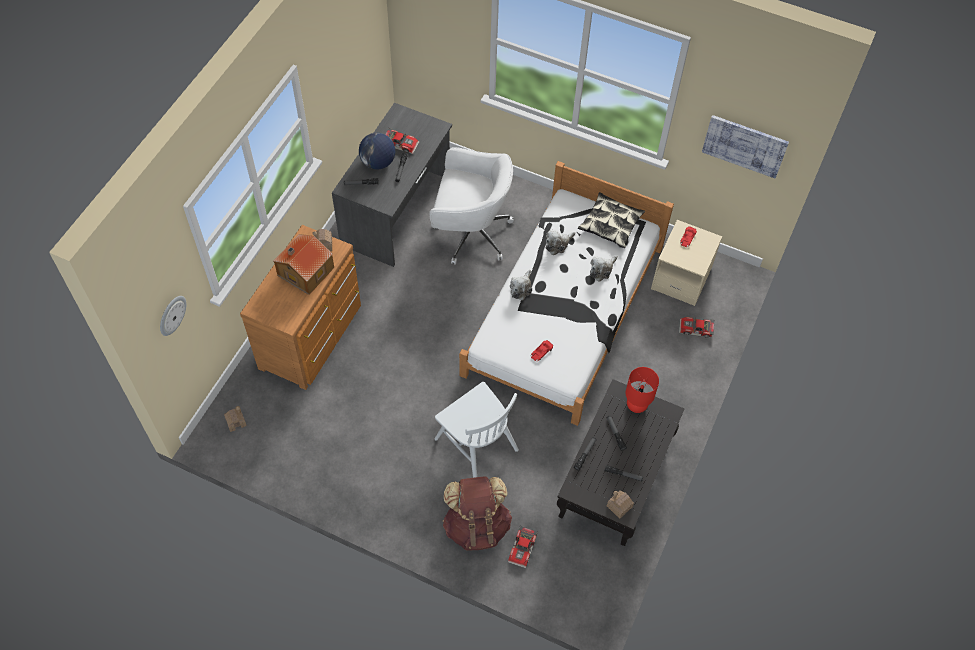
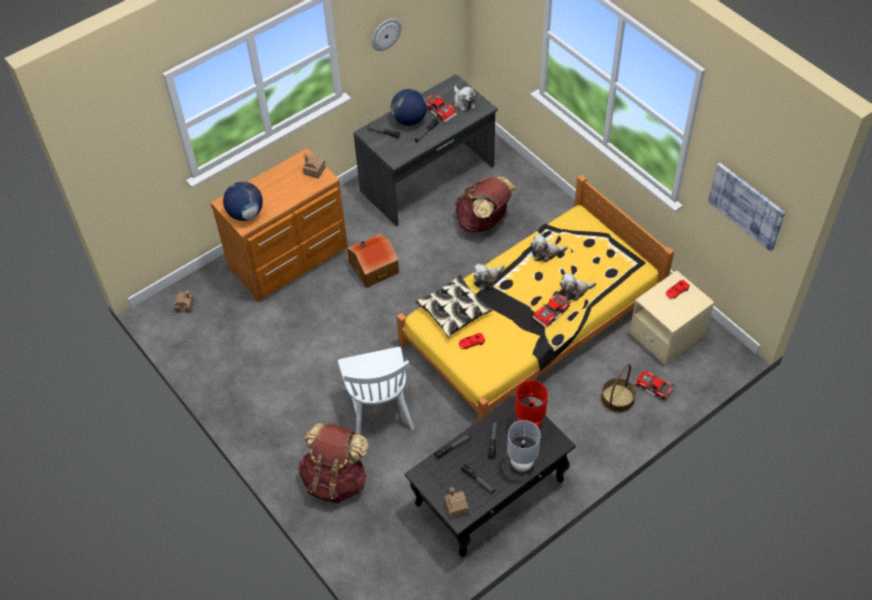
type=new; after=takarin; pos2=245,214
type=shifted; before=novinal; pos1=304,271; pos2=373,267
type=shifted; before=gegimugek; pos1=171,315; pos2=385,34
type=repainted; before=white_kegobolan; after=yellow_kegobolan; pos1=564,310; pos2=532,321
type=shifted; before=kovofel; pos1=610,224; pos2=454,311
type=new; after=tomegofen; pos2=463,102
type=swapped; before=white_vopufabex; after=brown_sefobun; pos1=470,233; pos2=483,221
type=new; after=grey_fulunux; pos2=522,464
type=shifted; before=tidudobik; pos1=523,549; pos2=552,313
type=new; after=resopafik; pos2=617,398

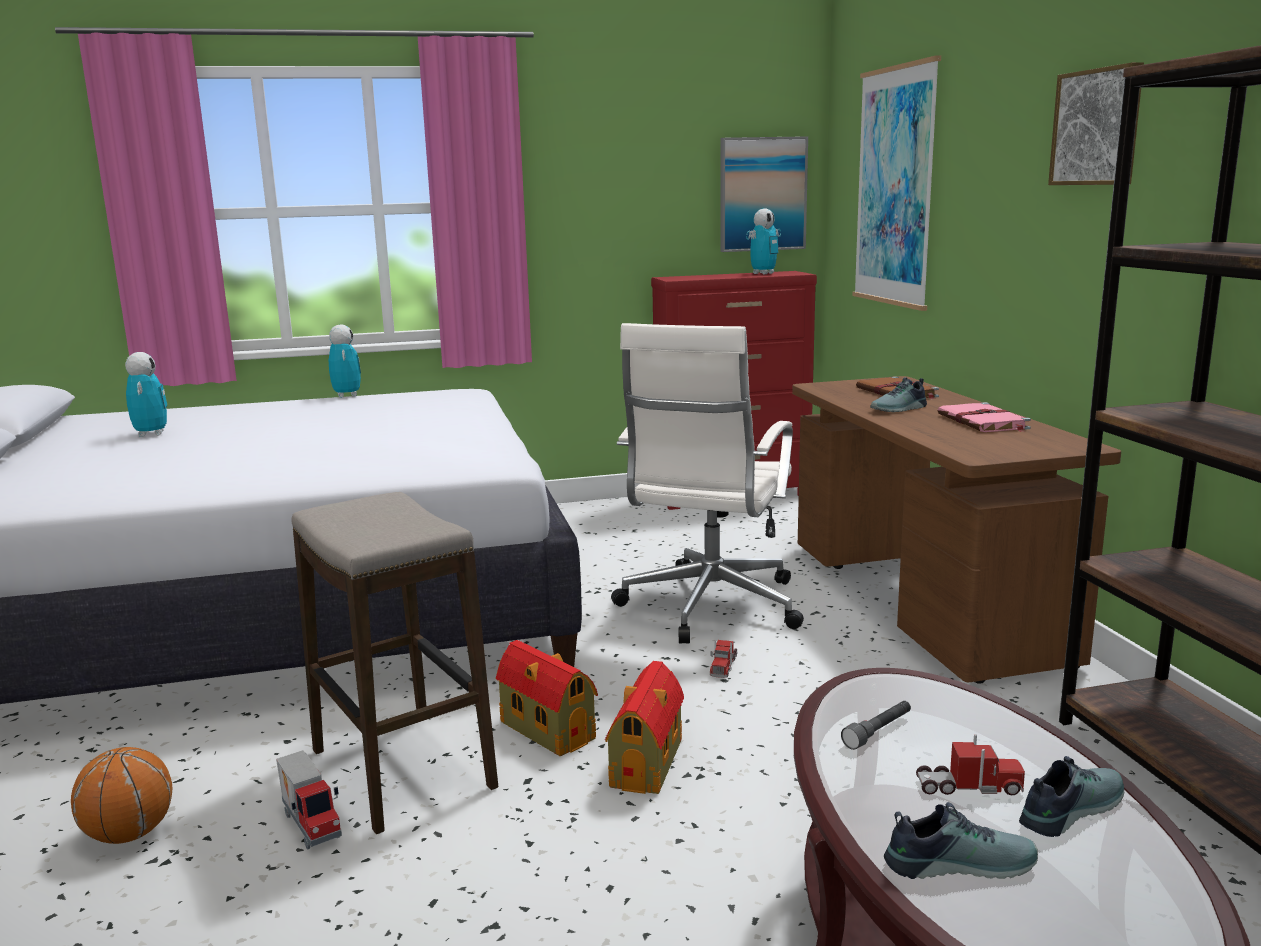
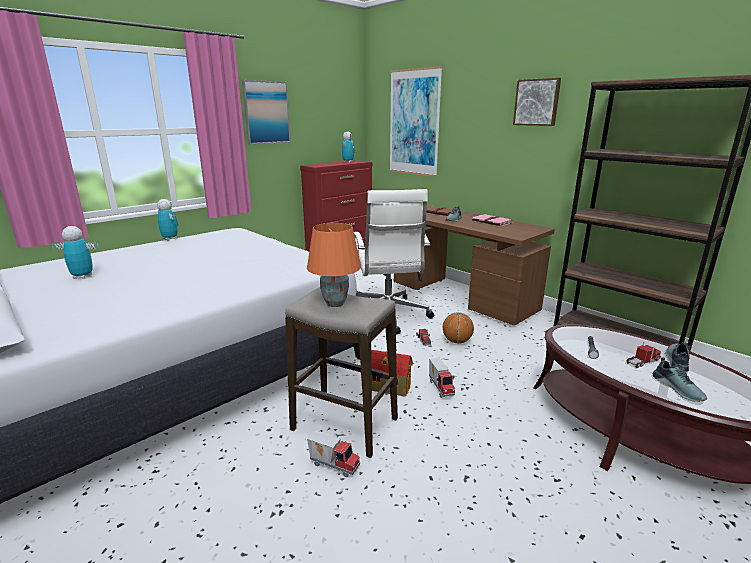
type=rotated; before=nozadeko; pos1=151,434; pos2=82,276; turn=-45
type=shifted; before=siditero; pos1=762,194; pos2=266,112
type=new; after=orange_fulunux; pos2=335,304
type=swapped; before=novinal; after=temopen; pos1=647,761; pos2=441,388
type=shifted; before=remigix; pos1=129,835; pos2=457,341
type=rotated; before=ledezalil; pos1=957,862; pos2=679,388; turn=105

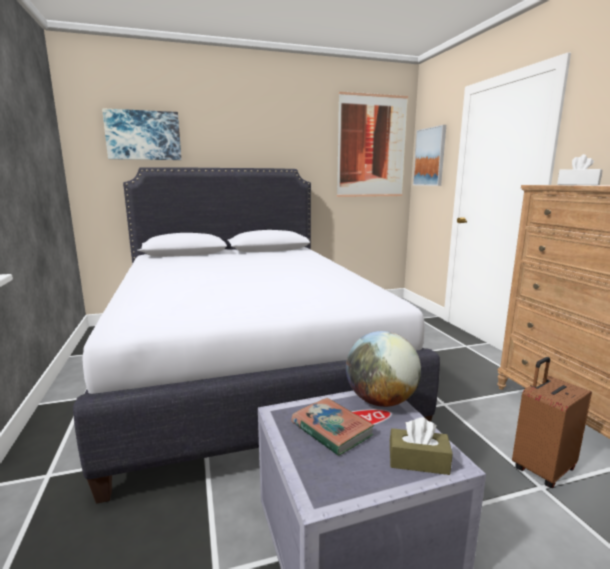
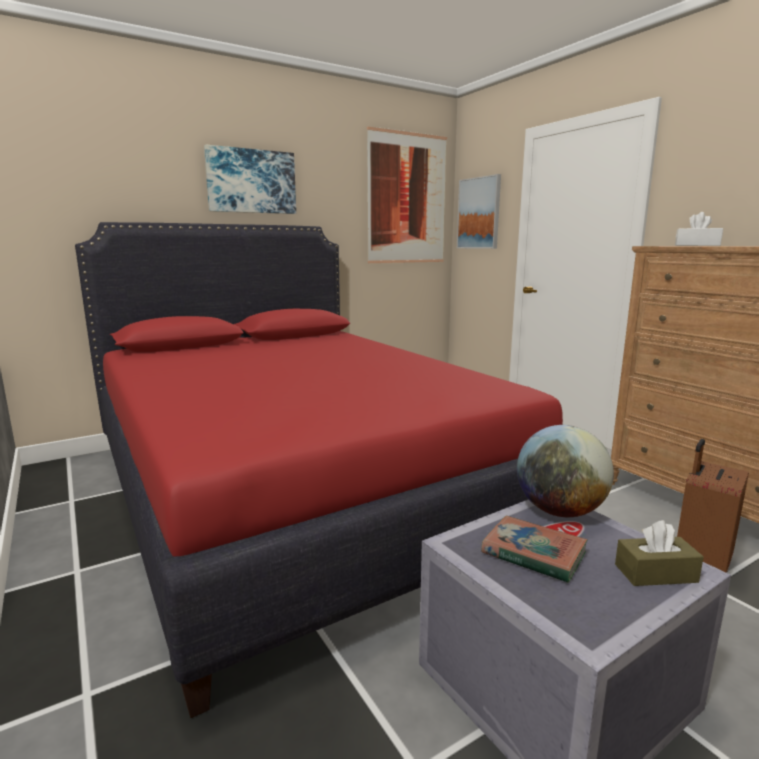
type=repainted; before=white_kegobolan; after=red_kegobolan; pos1=245,364; pos2=295,492
type=shifted; before=siditero; pos1=143,135; pos2=251,181

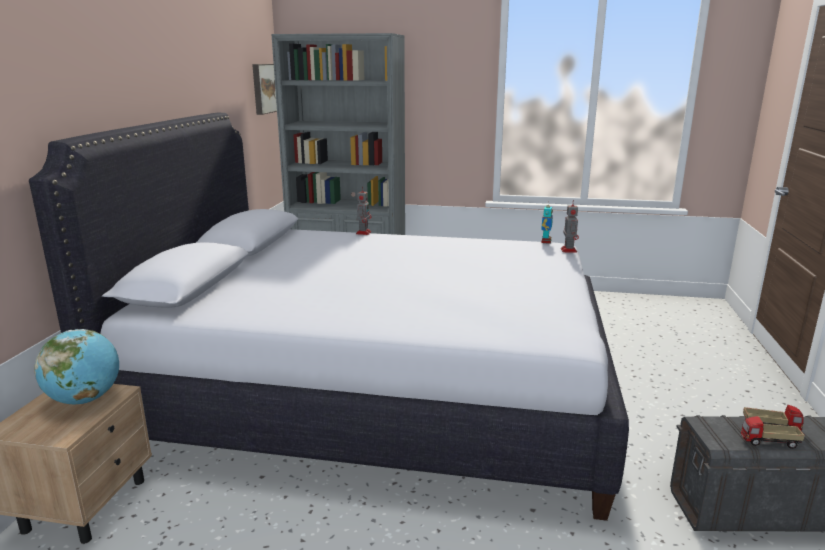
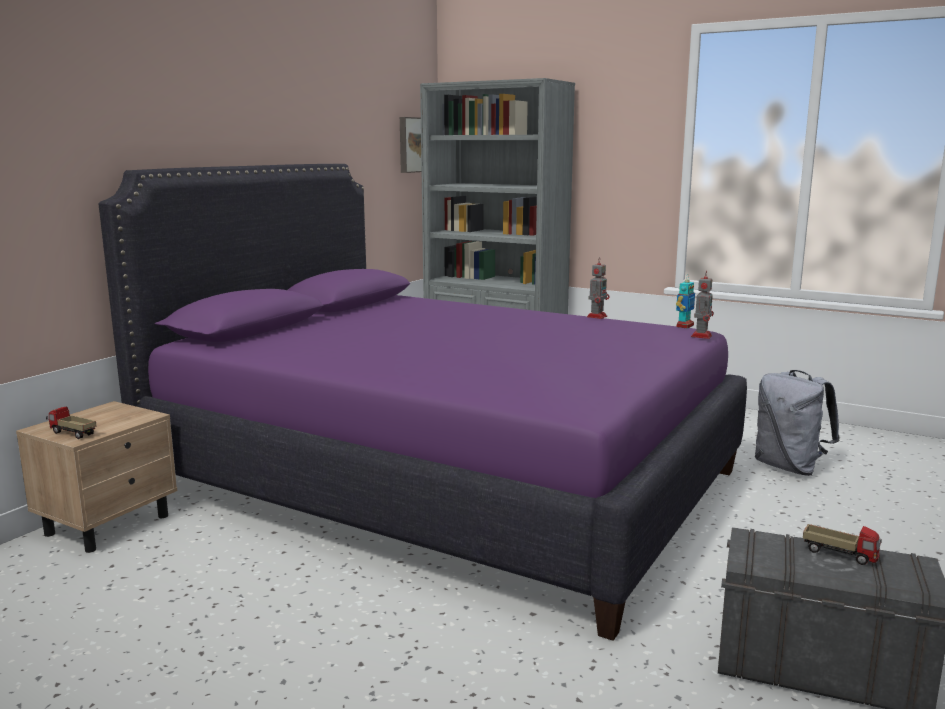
type=shifted; before=temopen; pos1=769,443; pos2=72,434
type=repainted; before=white_kegobolan; after=purple_kegobolan; pos1=376,393; pos2=444,482
type=shifted; before=nozadeko; pos1=364,232; pos2=597,316
type=new; after=grey_sefobun; pos2=789,467
type=gone; before=takarin; pos1=85,399

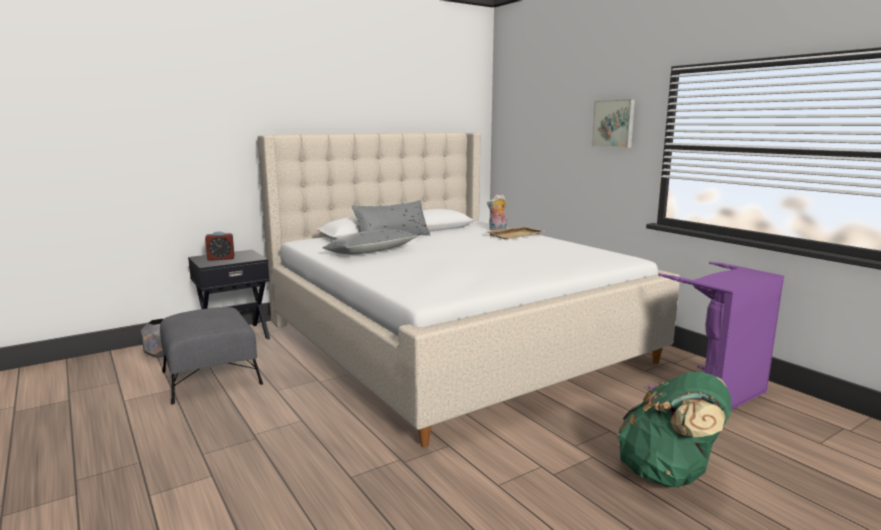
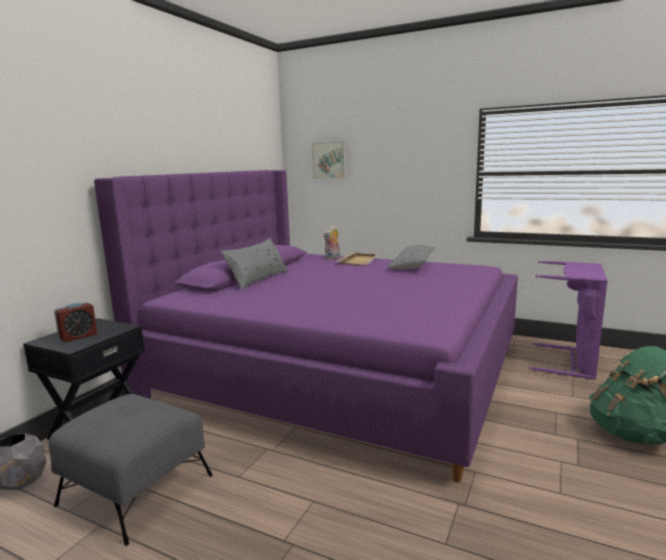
type=repainted; before=beige_kegobolan; after=purple_kegobolan; pos1=451,340; pos2=337,369
type=shifted; before=siditero; pos1=614,123; pos2=329,160
type=shifted; before=grey_kovofel; pos1=371,252; pos2=412,265

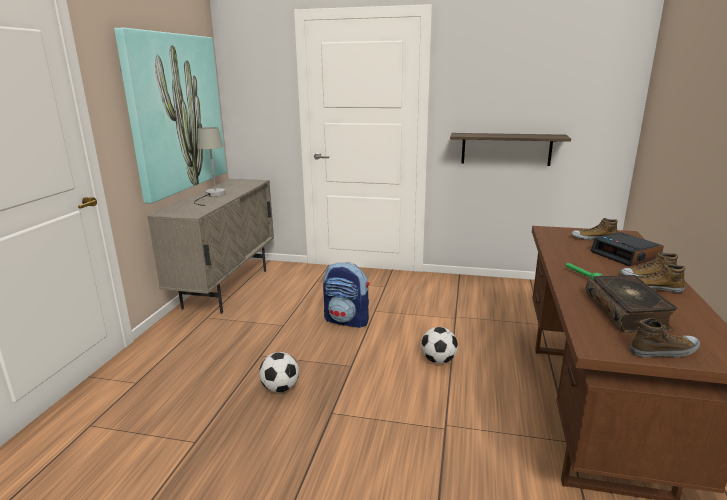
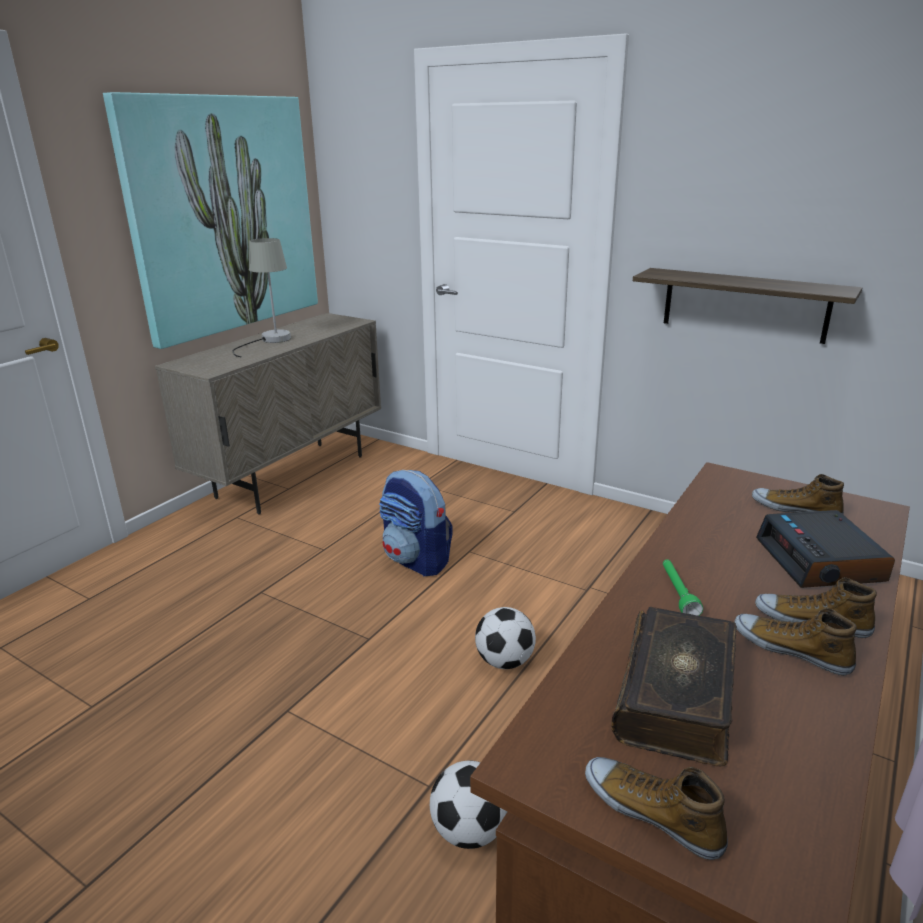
type=shifted; before=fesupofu; pos1=280,388; pos2=469,830
type=rotated; before=ledezalil; pos1=664,351; pos2=652,812; turn=-150

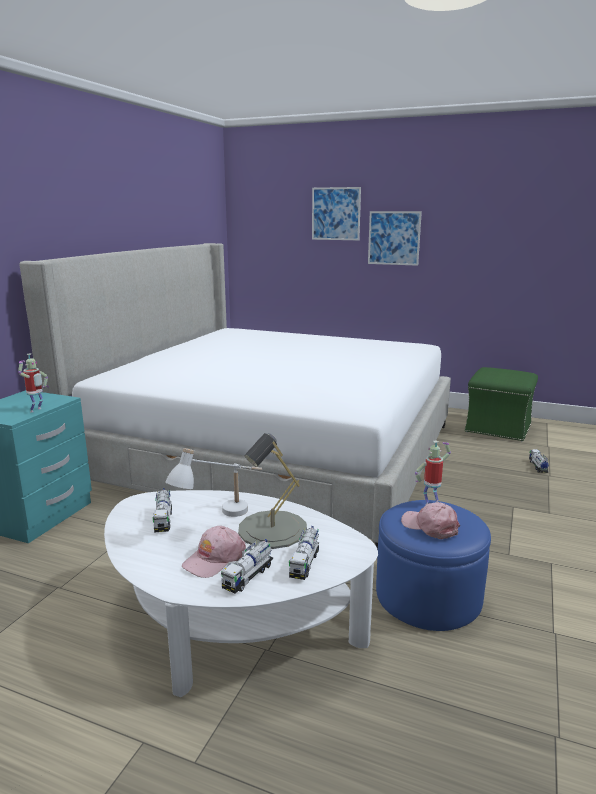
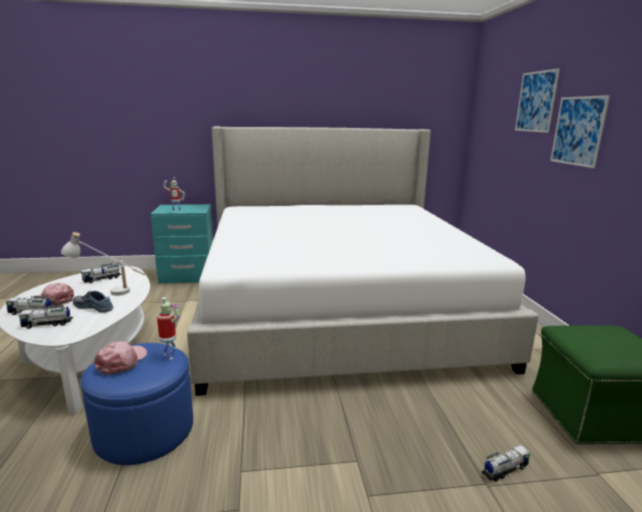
type=swapped; before=grey_fulunux; after=ledezalil; pos1=272,529; pos2=94,307

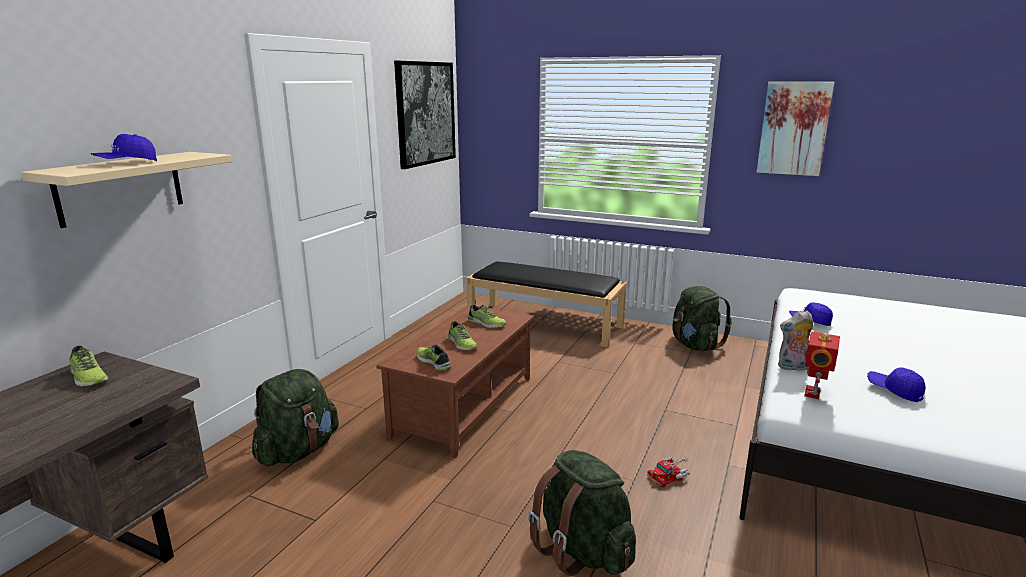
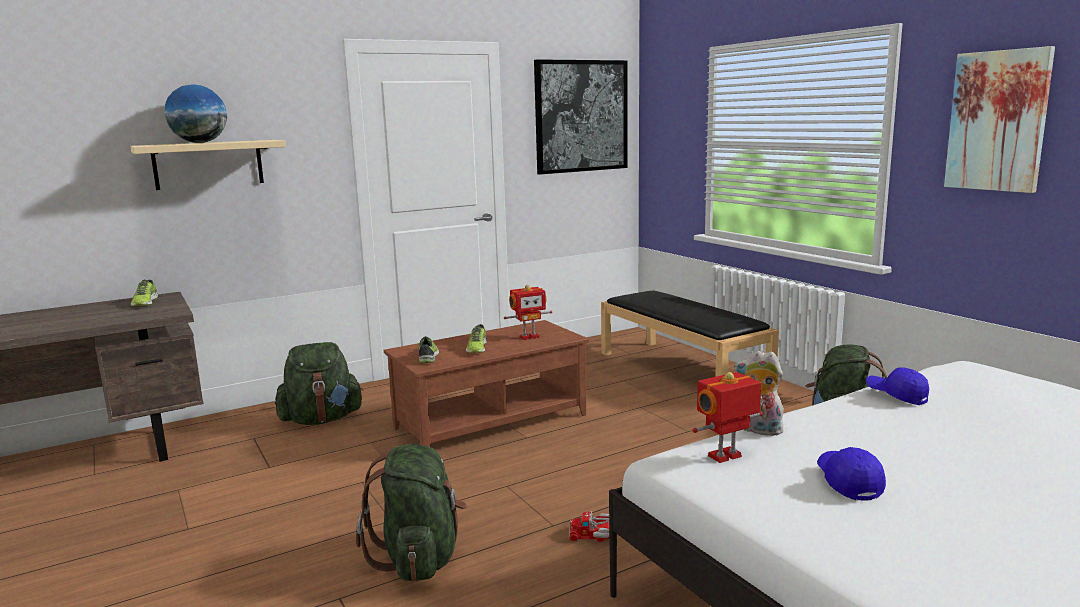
type=swapped; before=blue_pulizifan; after=takarin; pos1=127,163; pos2=200,143
type=swapped; before=ledezalil; after=nozadeko; pos1=486,323; pos2=529,337

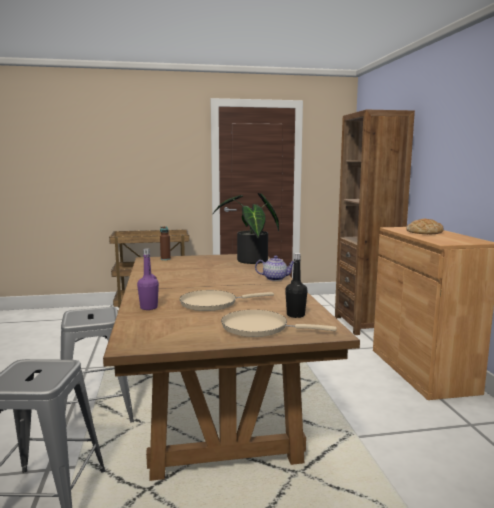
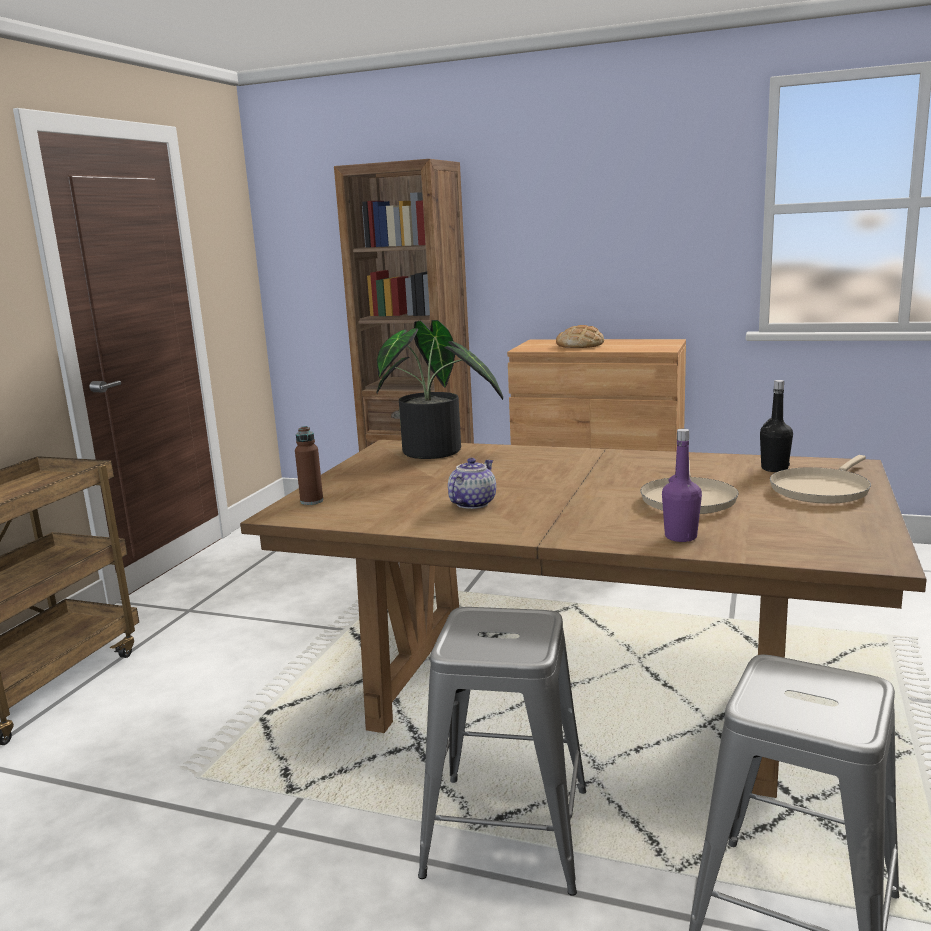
type=shifted; before=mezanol; pos1=275,278; pos2=472,503

